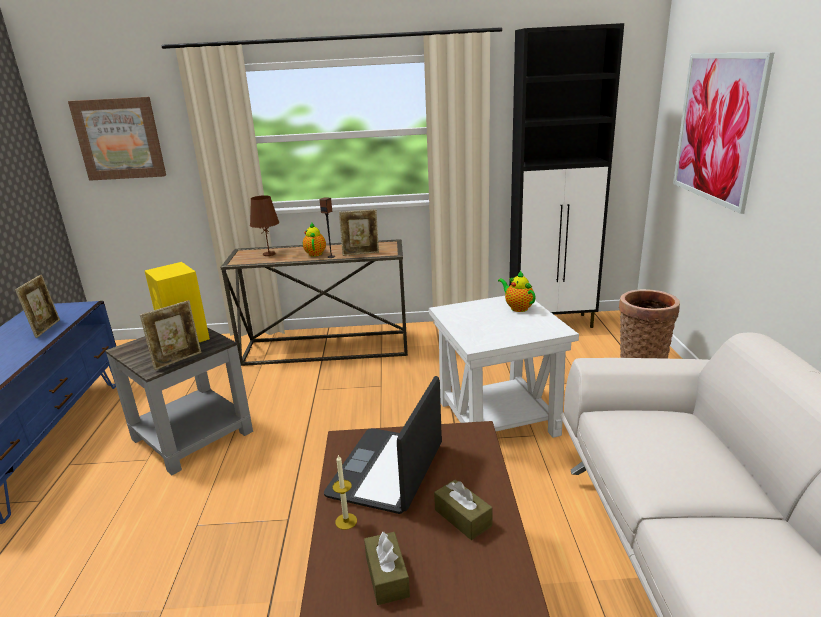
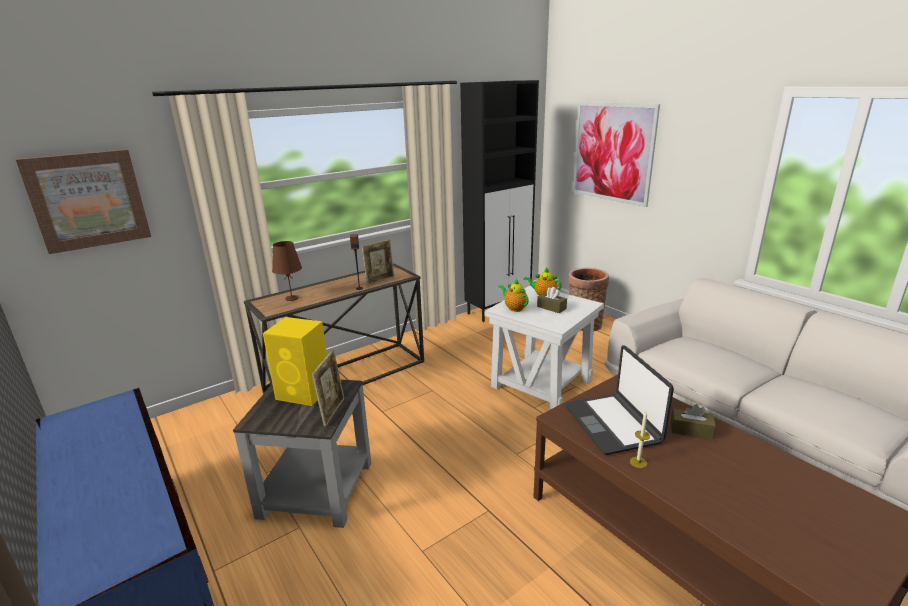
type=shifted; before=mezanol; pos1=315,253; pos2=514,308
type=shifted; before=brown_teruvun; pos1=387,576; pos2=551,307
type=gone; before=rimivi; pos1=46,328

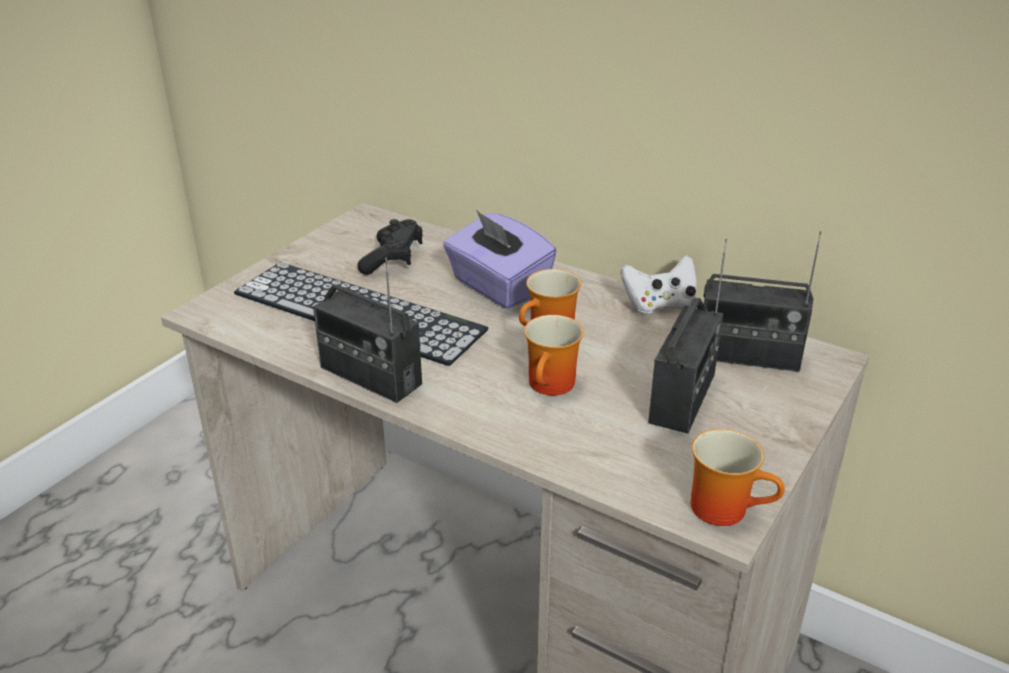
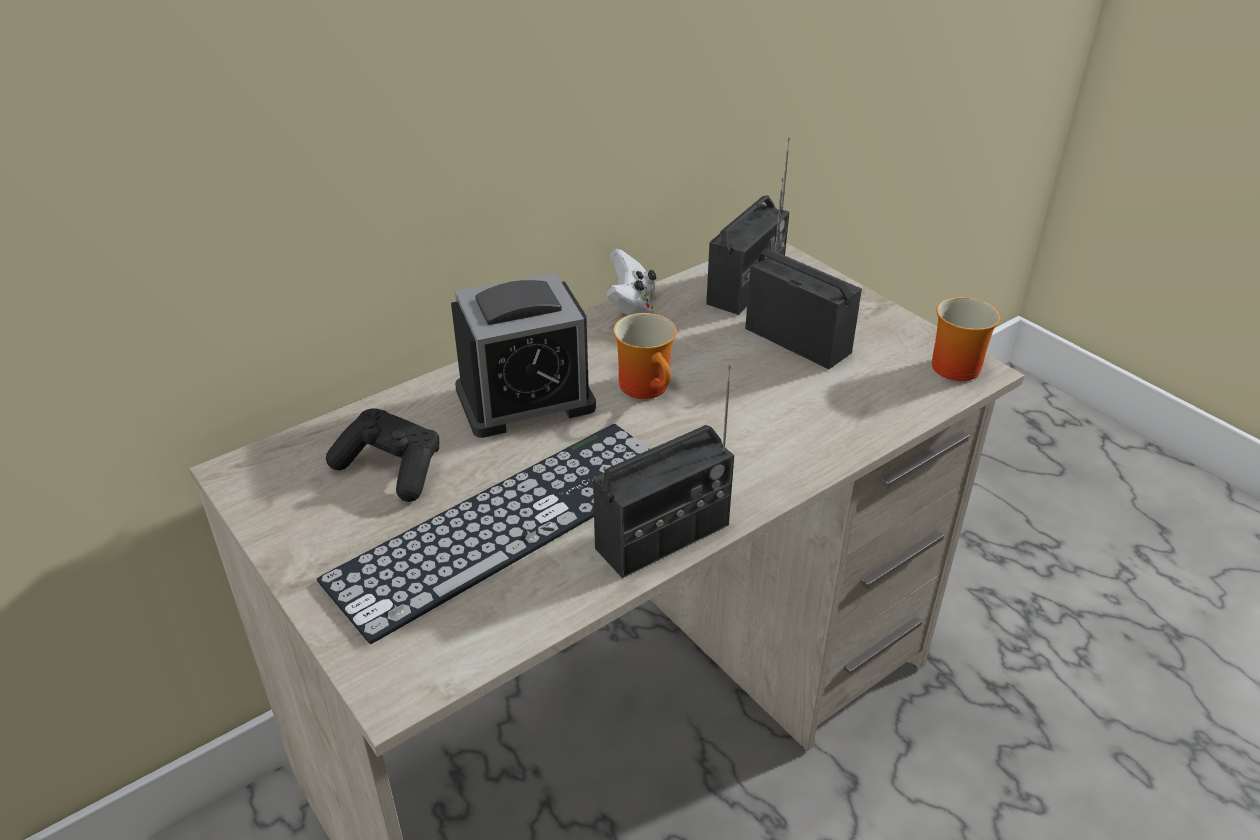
type=swapped; before=purple_teruvun; after=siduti; pos1=498,287; pos2=525,399
type=gone; before=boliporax; pos1=553,386

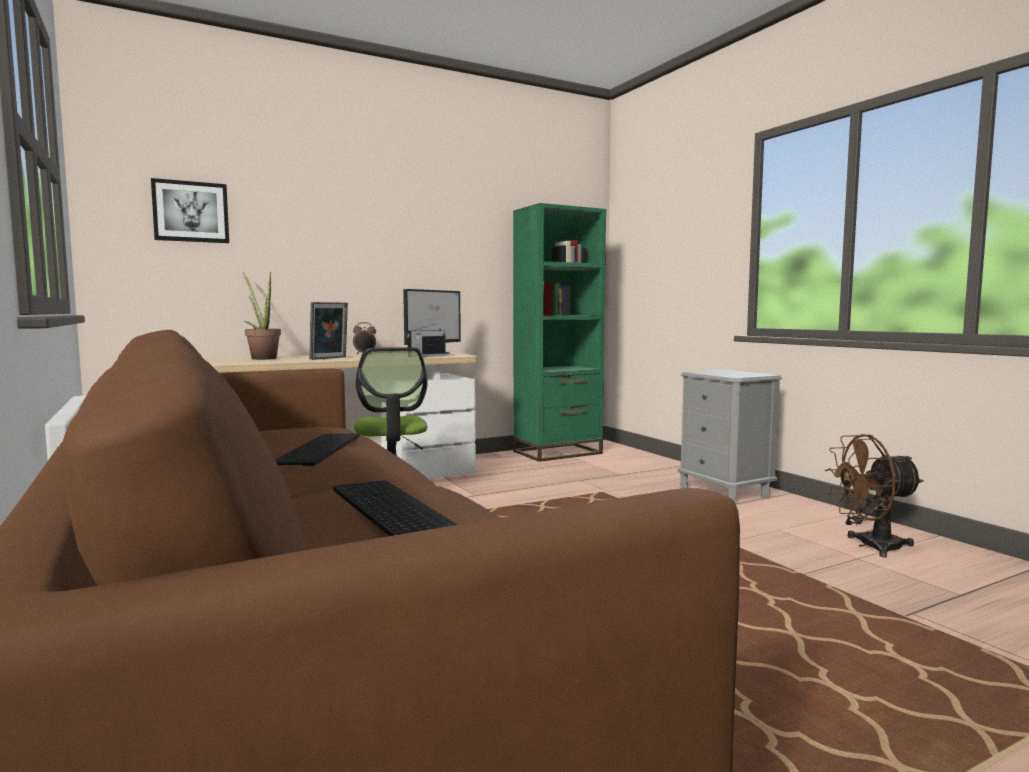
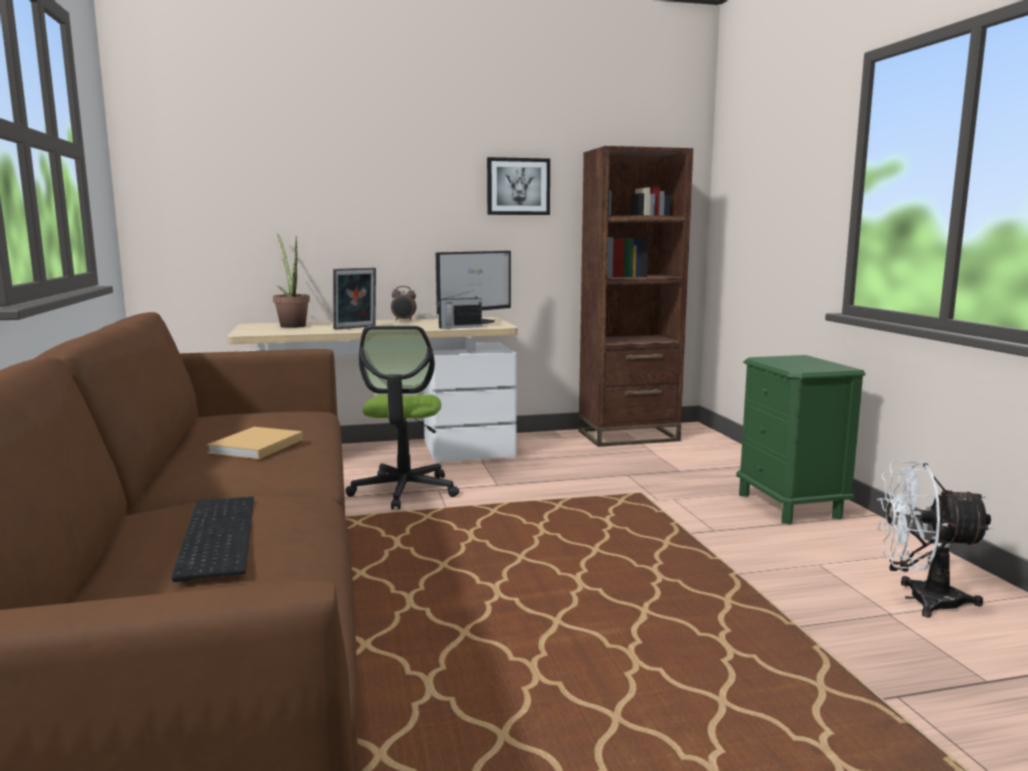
type=swapped; before=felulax; after=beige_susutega; pos1=321,449; pos2=255,447
type=shifted; before=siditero; pos1=190,212; pos2=518,186
type=repainted; before=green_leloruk; after=brown_leloruk; pos1=557,452; pos2=628,436
type=repainted; before=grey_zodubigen; after=green_zodubigen; pos1=724,492; pos2=790,506
type=repainted; before=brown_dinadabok; after=white_dinadabok; pos1=870,546; pos2=920,600

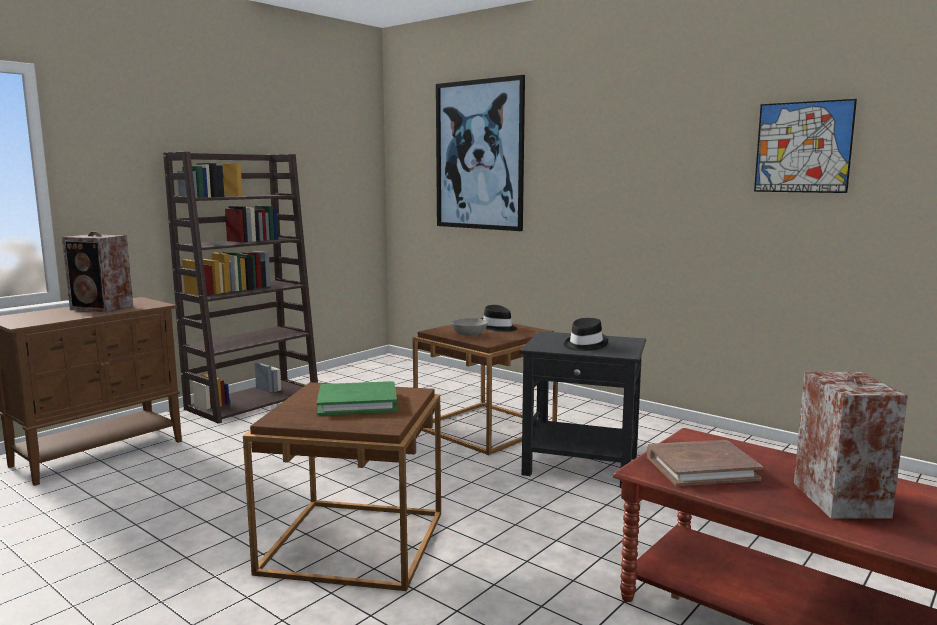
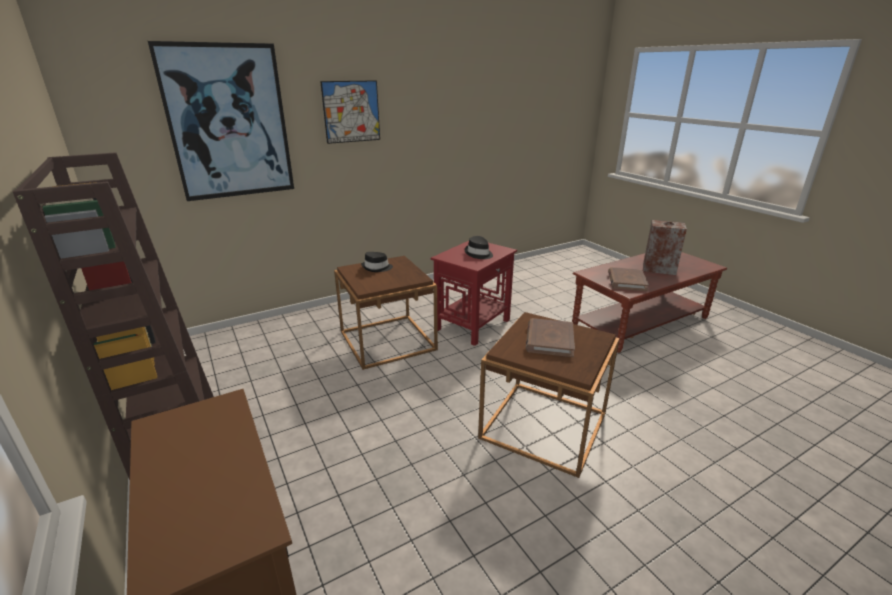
type=shifted; before=siditero; pos1=803,147; pos2=351,111
type=repainted; before=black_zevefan; after=red_zevefan; pos1=582,466; pos2=473,324
type=repainted; before=green_susutega; after=brown_susutega; pos1=357,403; pos2=549,340
type=gone; before=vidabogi; pos1=102,308
type=gone; before=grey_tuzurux; pos1=468,335

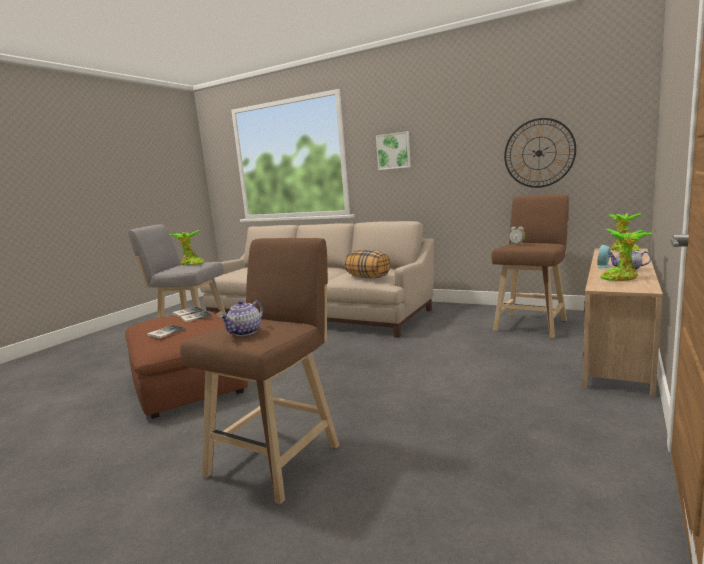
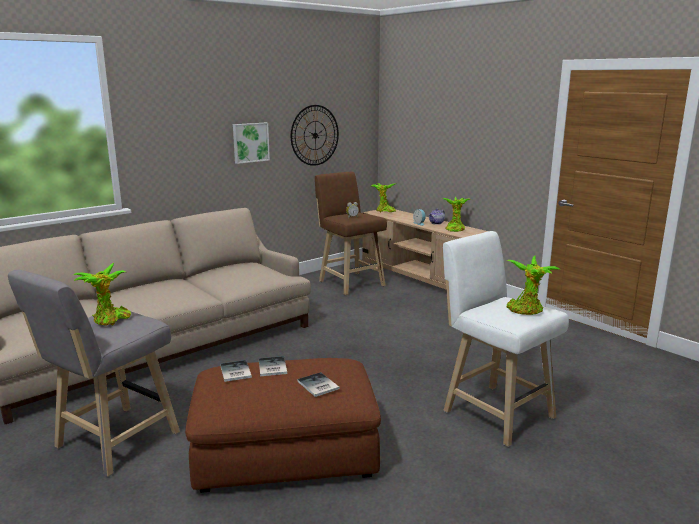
type=shifted; before=siditero; pos1=394,151; pos2=250,142
type=repainted; before=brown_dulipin; after=white_dulipin; pos1=278,457; pos2=494,411
type=swapped; before=mezanol; after=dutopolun; pos1=245,332; pos2=526,310
type=gone; before=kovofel; pos1=368,277

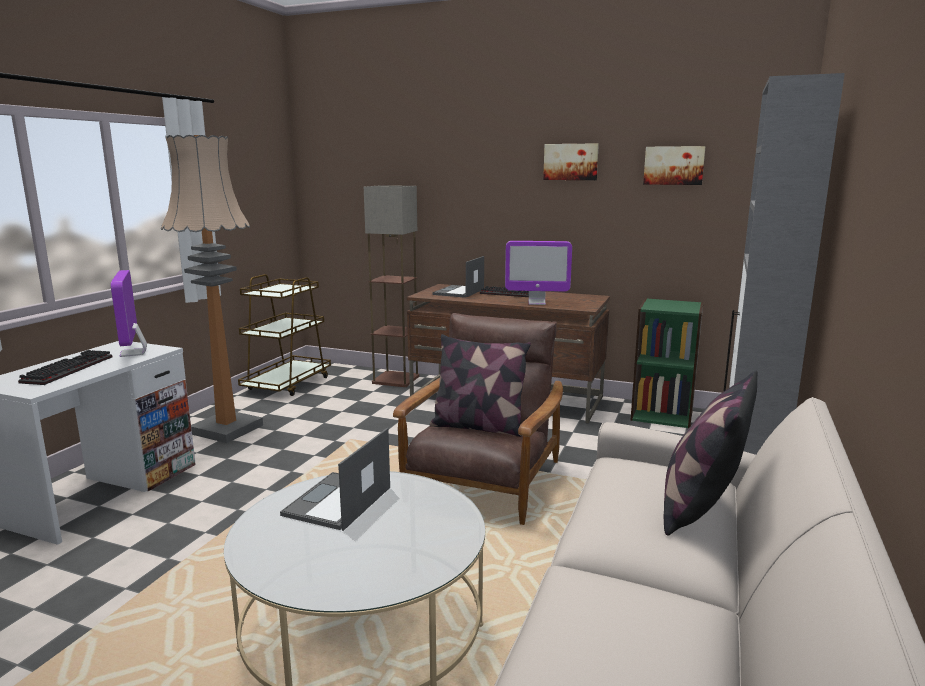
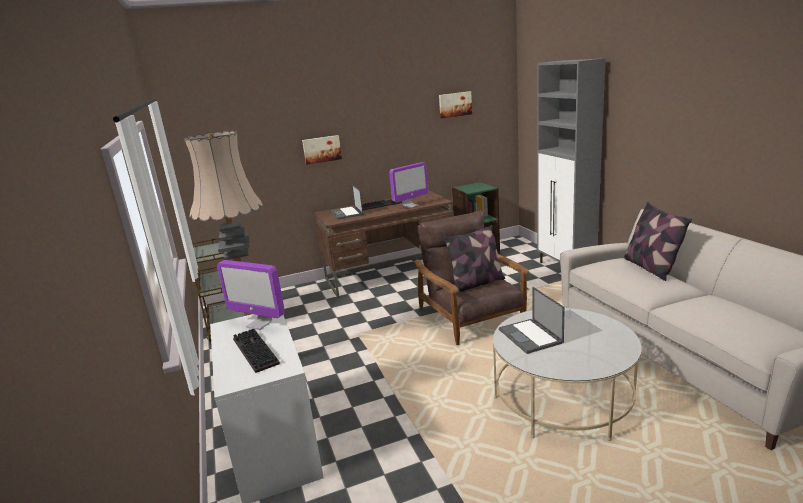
type=shifted; before=siditero; pos1=571,162; pos2=322,149
type=gone; before=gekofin; pos1=396,379

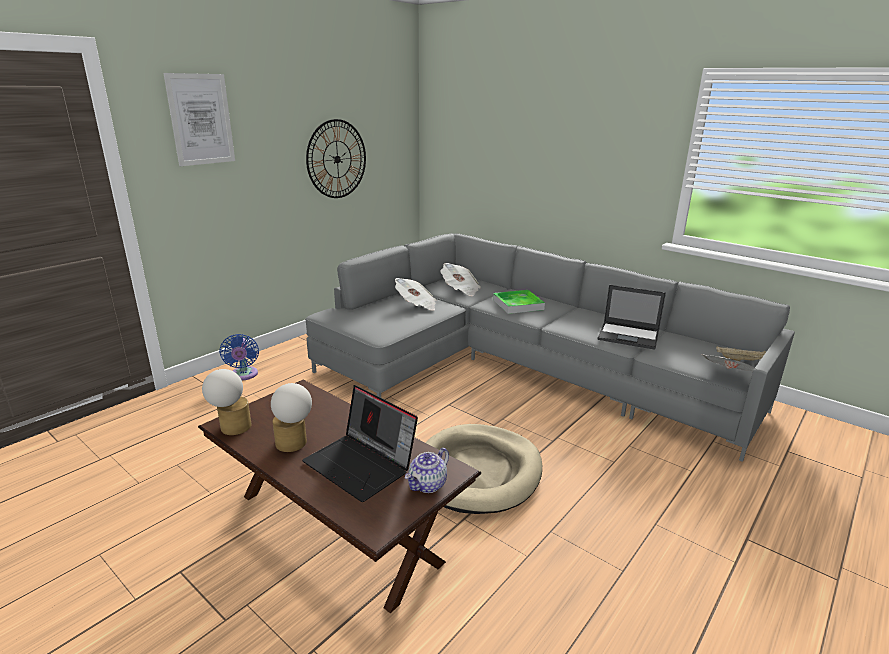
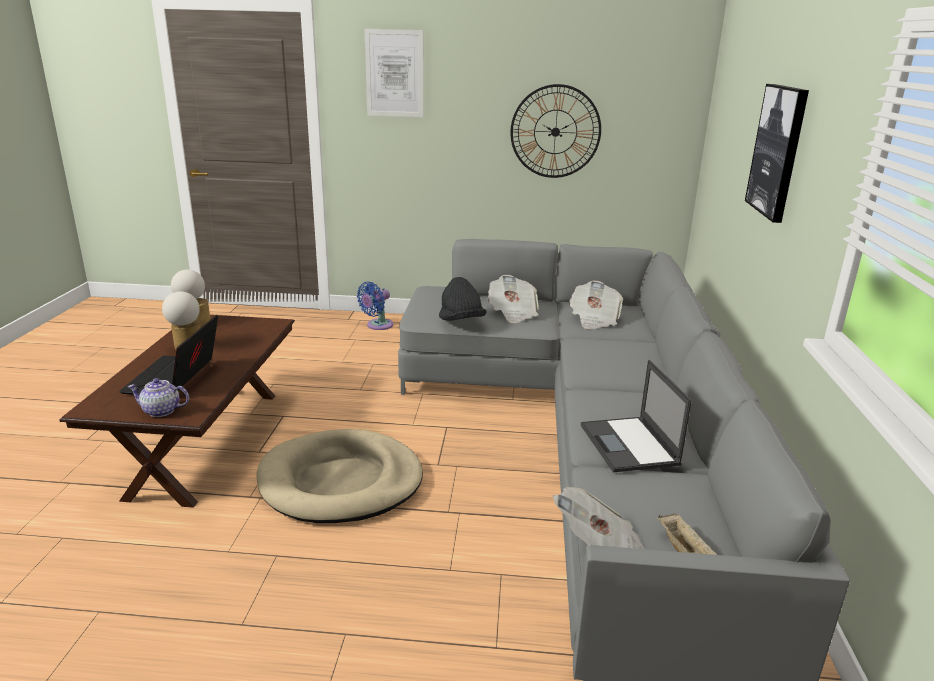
type=new; after=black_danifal; pos2=461,321
type=new; after=siditero; pos2=777,151
type=gone; before=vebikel; pos1=518,304

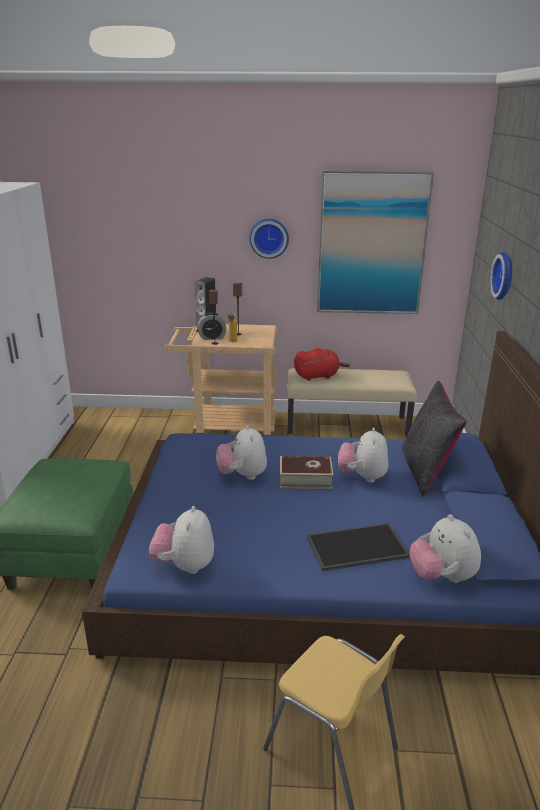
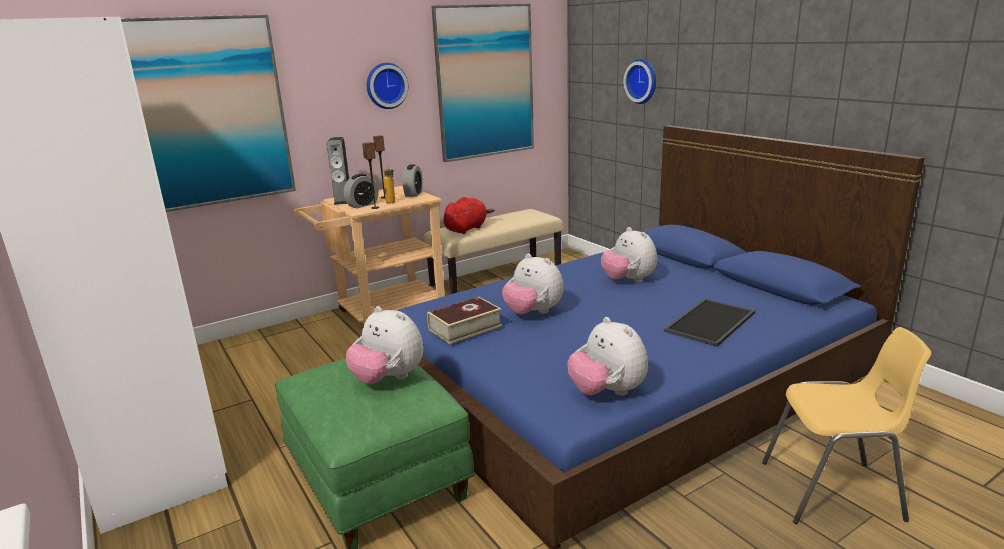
type=new; after=siditero; pos2=213,112
type=shifted; before=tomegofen; pos1=442,576; pos2=388,379
type=new; after=siduti; pos2=413,194
type=shifted; before=susutega; pos1=305,478; pos2=465,327
type=gone; before=black_kovofel; pos1=426,471

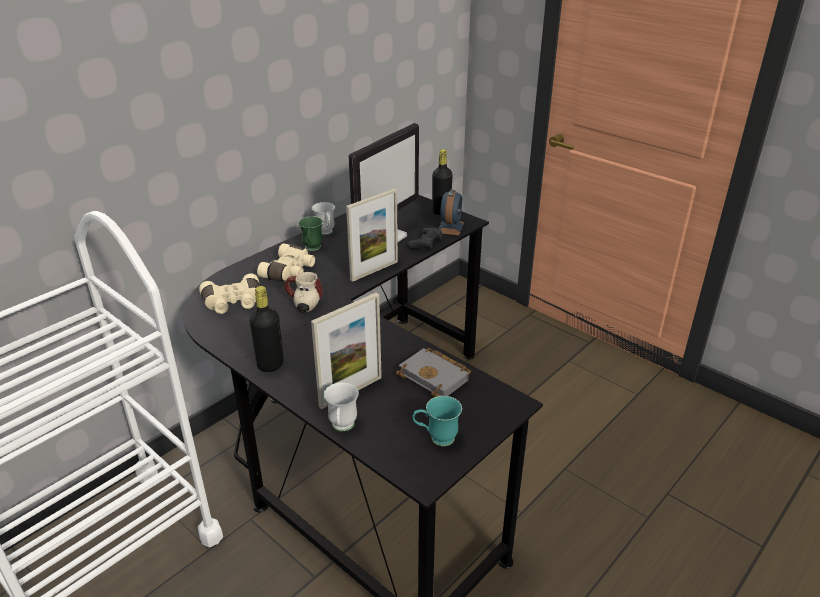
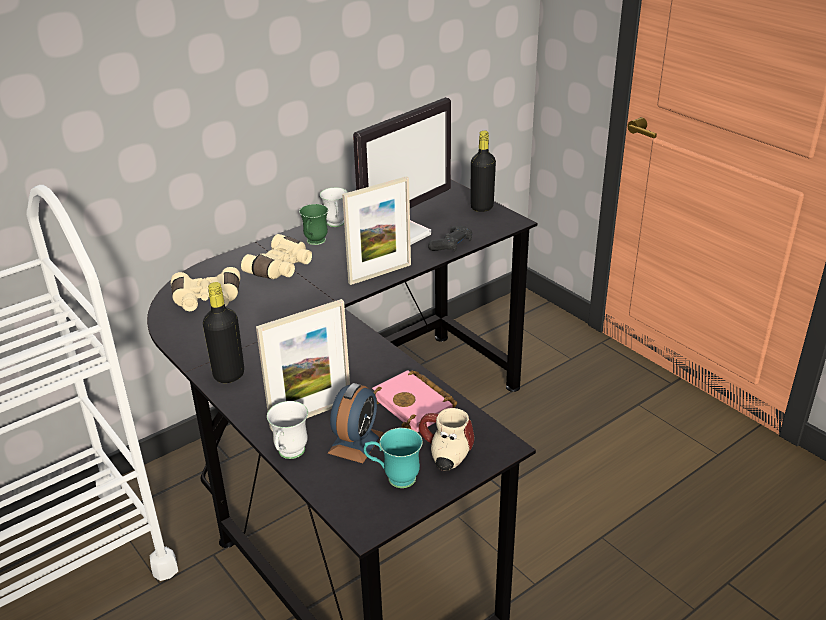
type=shifted; before=siduti; pos1=450,227; pos2=355,443
type=repainted; before=grey_susutega; after=pink_susutega; pos1=436,377; pos2=416,406
type=shifted; before=boliporax; pos1=302,305; pos2=443,455

